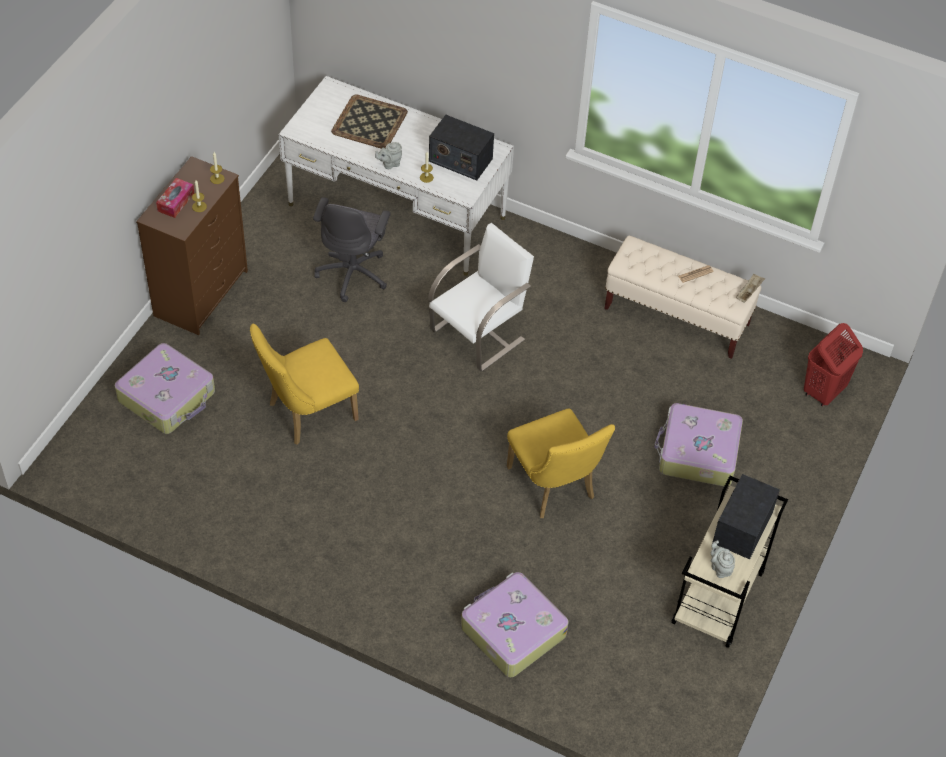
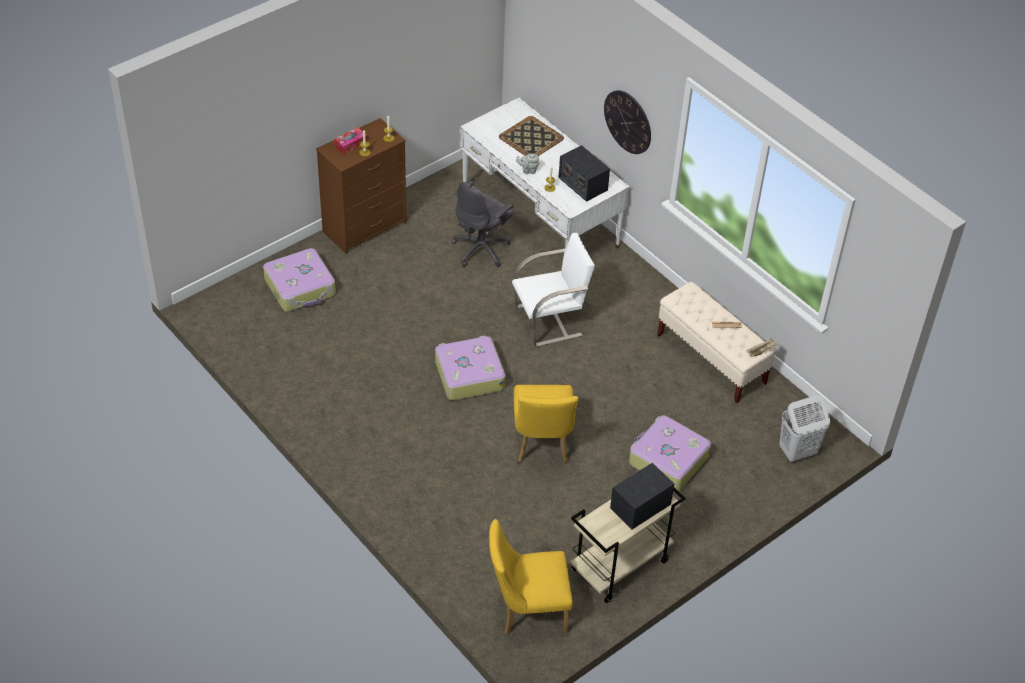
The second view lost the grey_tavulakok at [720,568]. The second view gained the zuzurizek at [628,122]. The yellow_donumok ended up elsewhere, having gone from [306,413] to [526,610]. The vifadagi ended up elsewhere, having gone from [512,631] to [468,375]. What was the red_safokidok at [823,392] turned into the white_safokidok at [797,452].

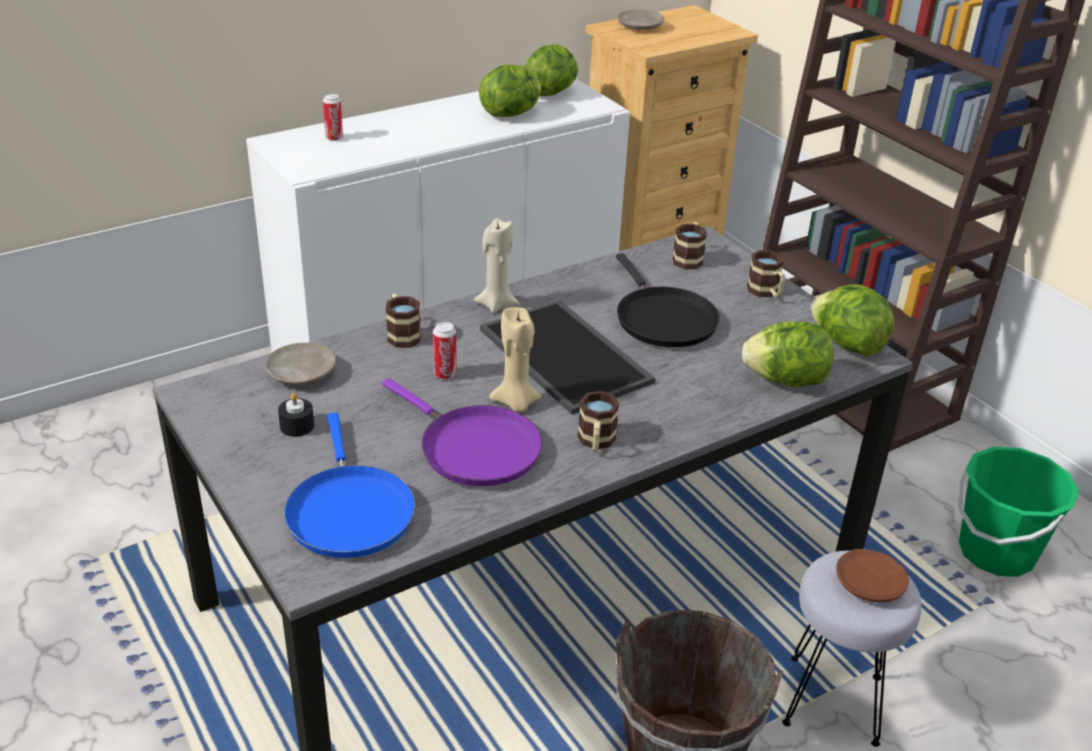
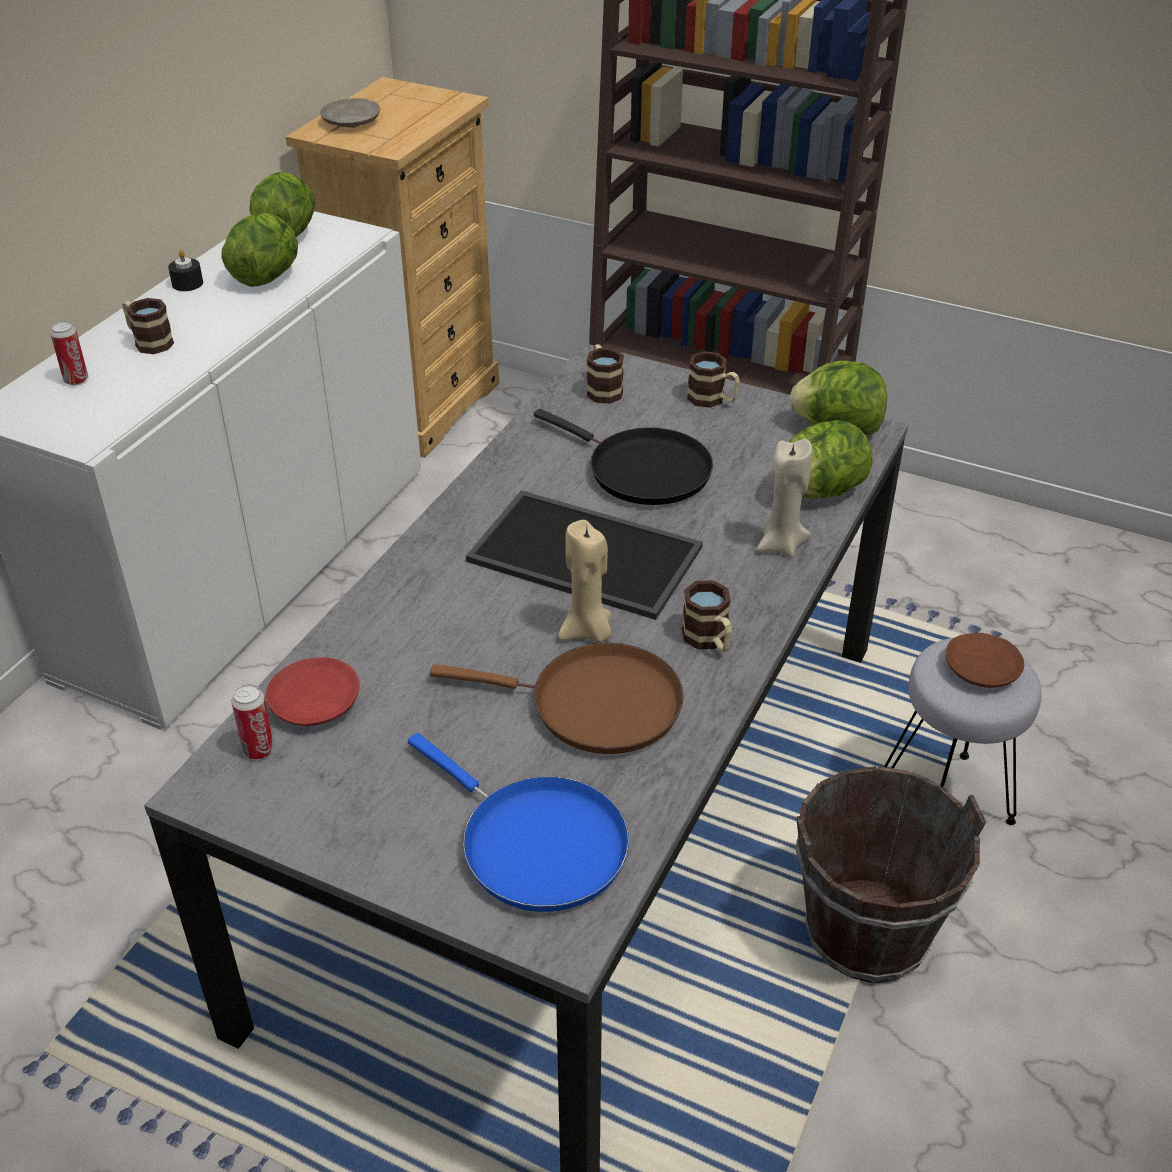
The second view lost the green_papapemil at [996,552]. The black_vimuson ended up elsewhere, having gone from [297,426] to [187,283]. The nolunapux ended up elsewhere, having gone from [401,334] to [149,342]. The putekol ended up elsewhere, having gone from [445,374] to [259,750]. The beige_vimuson ended up elsewhere, having gone from [497,305] to [780,545]. What was the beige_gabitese at [301,374] turned into the red_gabitese at [314,703]. What was the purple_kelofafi at [474,448] turned into the brown_kelofafi at [595,705].

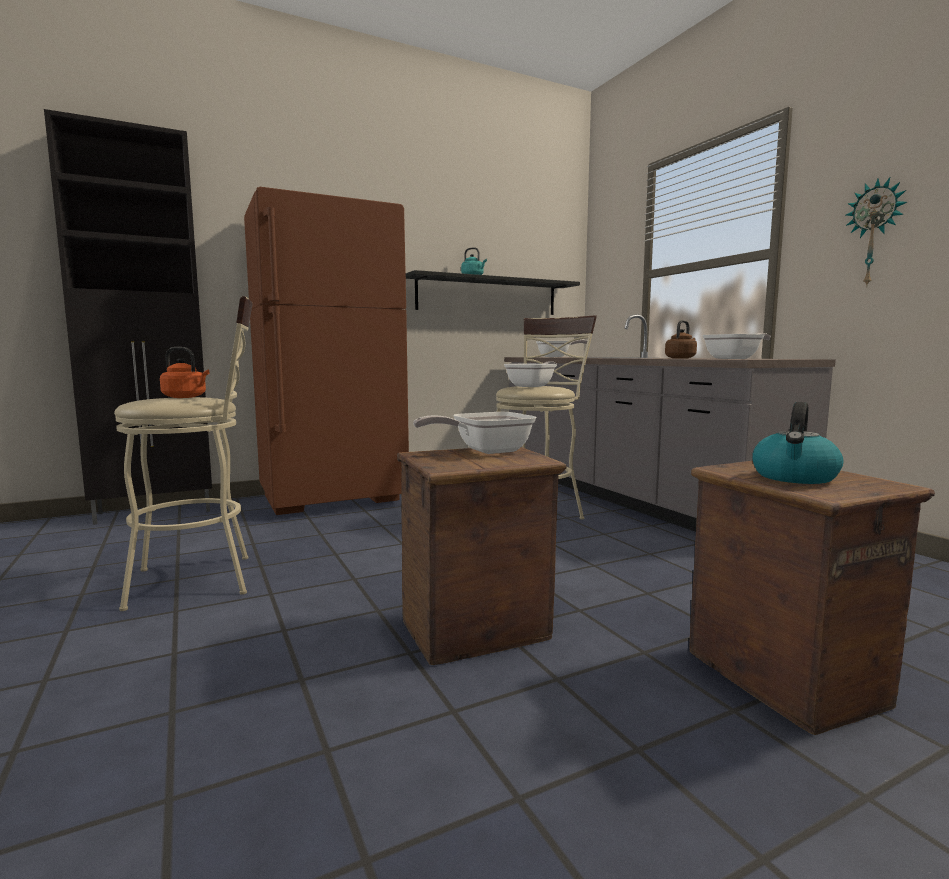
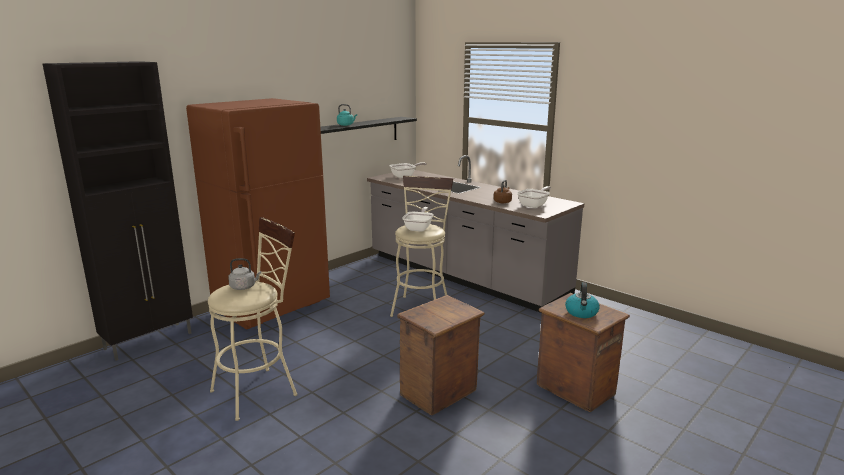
The second view lost the kelofafi at [485,451]. The second view lost the zuzurizek at [874,233]. What was the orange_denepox at [186,397] turned into the grey_denepox at [244,287].

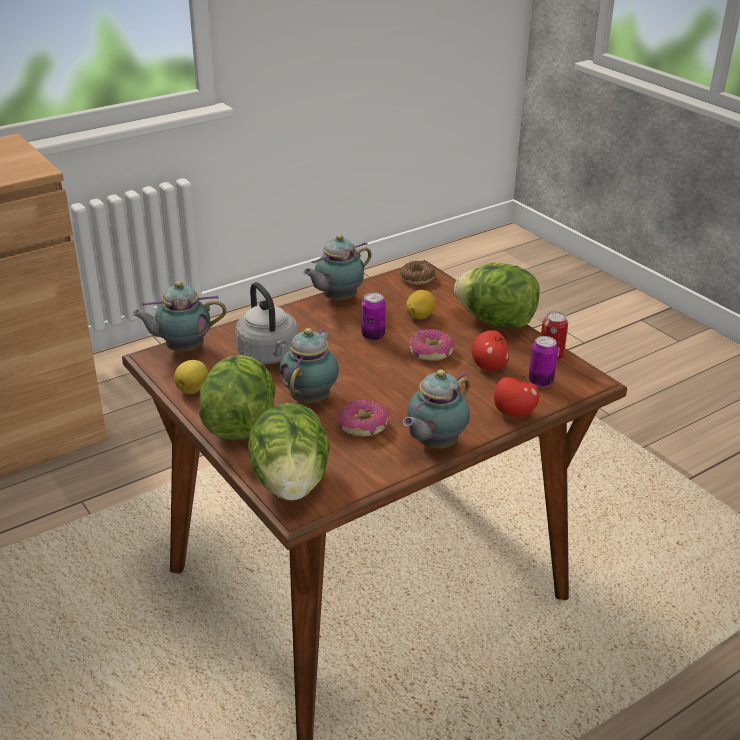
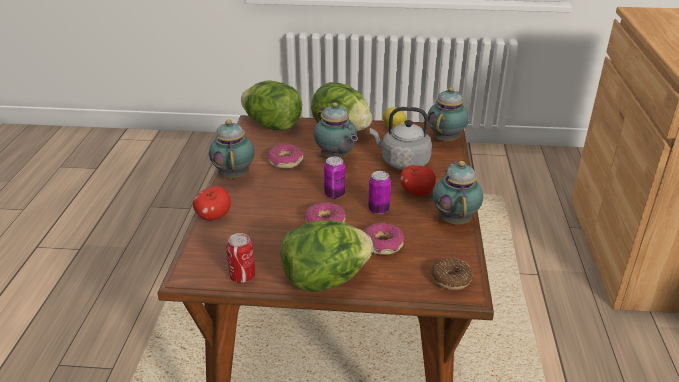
The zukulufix ended up elsewhere, having gone from [489,367] to [417,193]. The putekol ended up elsewhere, having gone from [540,382] to [334,194]. Where the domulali stood at [420,316], the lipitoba came to stand at [382,245].

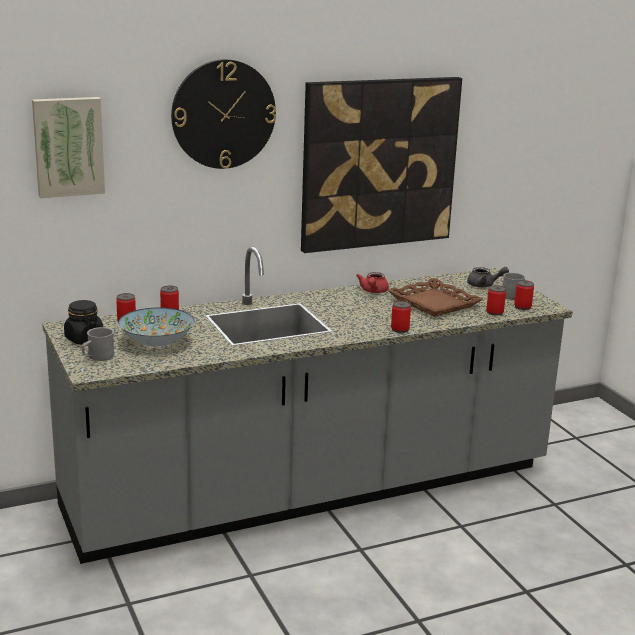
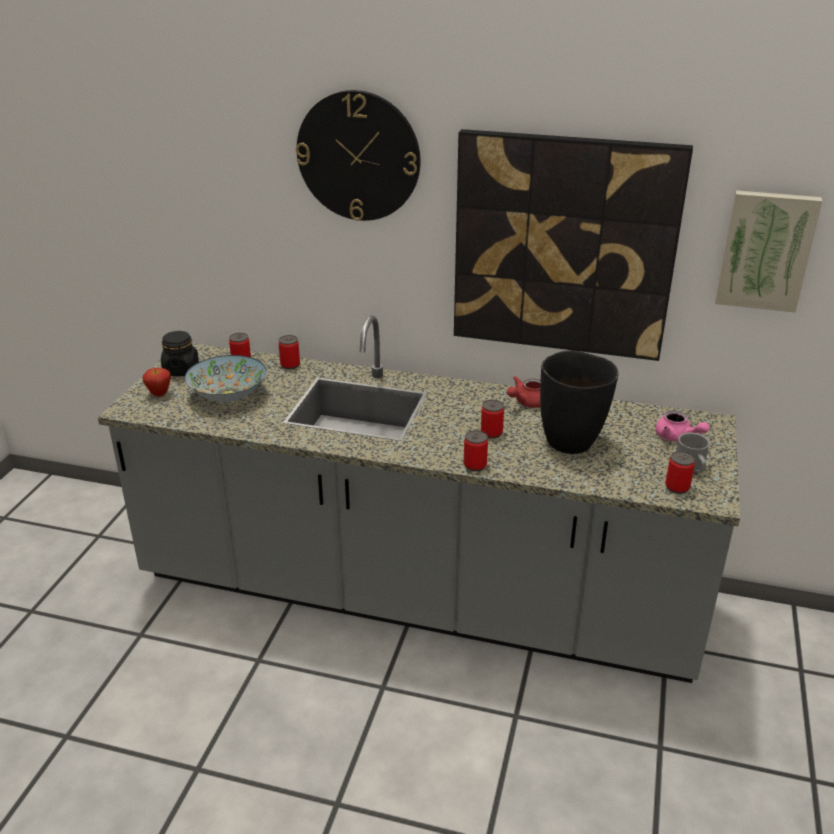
The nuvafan ended up elsewhere, having gone from [68,146] to [765,250]. The putekol ended up elsewhere, having gone from [494,312] to [491,433]. Where the grey_nolunapux stood at [97,357], the zukulufix came to stand at [159,394]. Where the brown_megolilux stood at [433,303], the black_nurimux came to stand at [571,442]. What was the grey_tavulakok at [484,285] turned into the pink_tavulakok at [677,437].

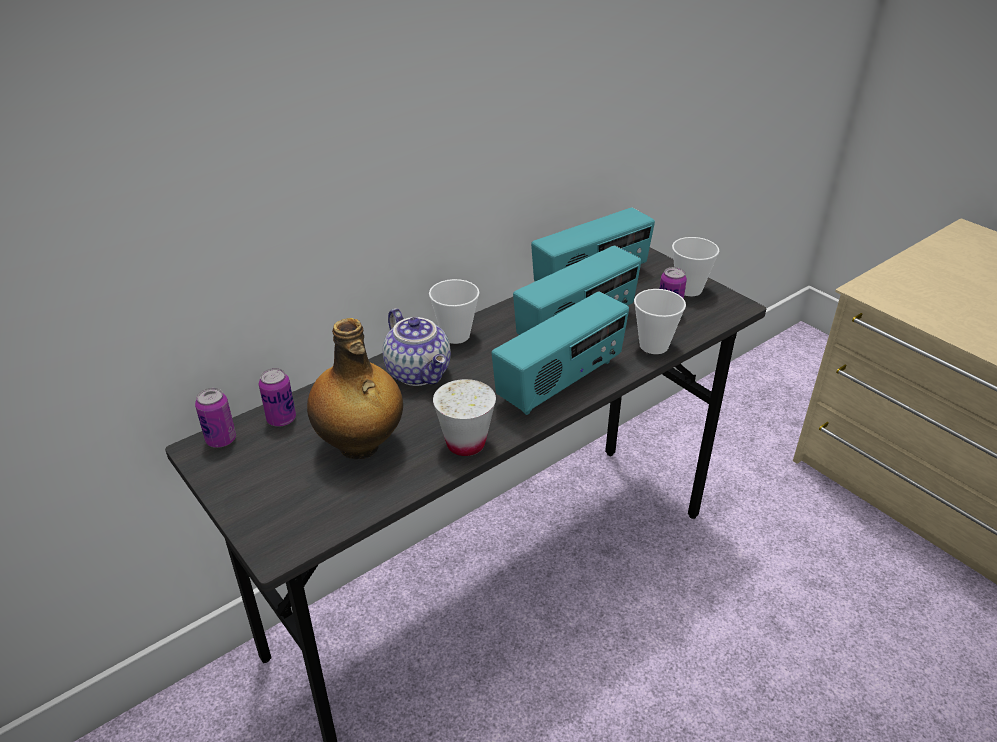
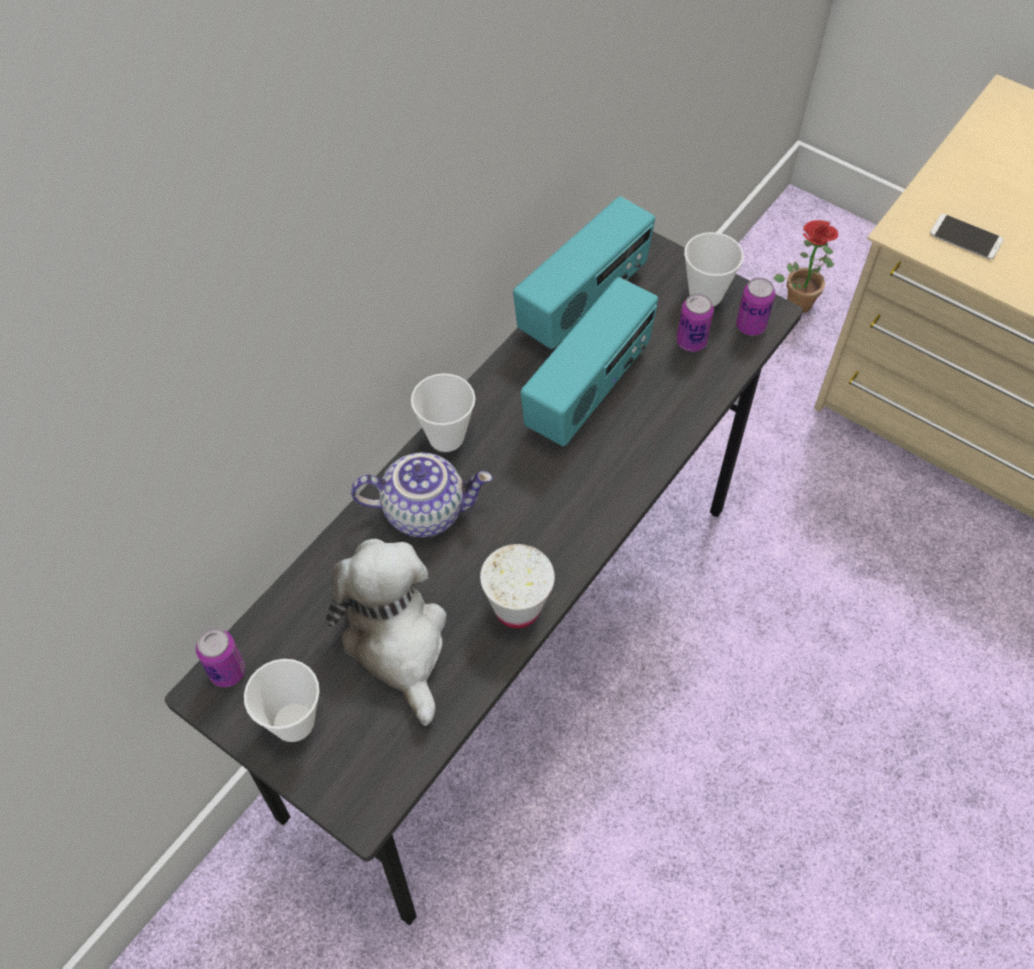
The second view lost the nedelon at [561,382]. The second view gained the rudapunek at [798,299]. The second view gained the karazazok at [965,237]. The putekol ended up elsewhere, having gone from [281,419] to [750,326]. The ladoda ended up elsewhere, having gone from [653,345] to [293,722]. Where the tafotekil stood at [360,446], the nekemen came to stand at [397,641]. The tavulakok at [420,373] ended up facing another way, 45 degrees counterclockwise from before.

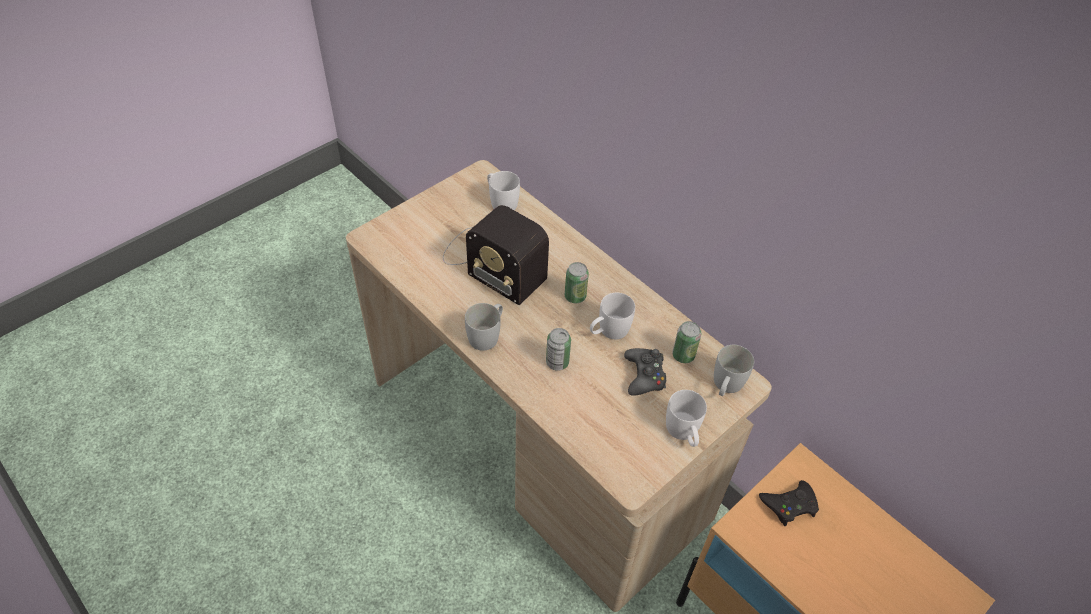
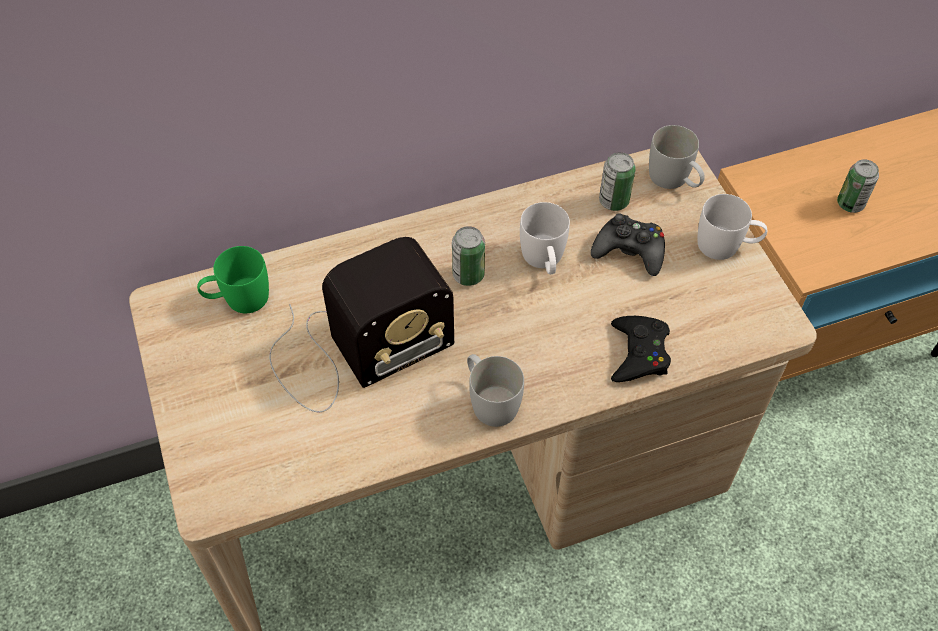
The putekol ended up elsewhere, having gone from [557,362] to [850,204]. The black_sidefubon ended up elsewhere, having gone from [789,505] to [638,353]. What was the white_nolunapux at [501,201] turned into the green_nolunapux at [238,299].

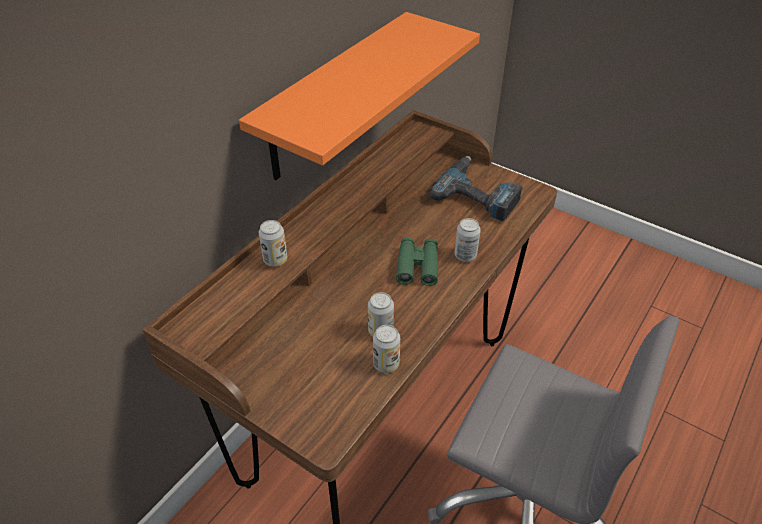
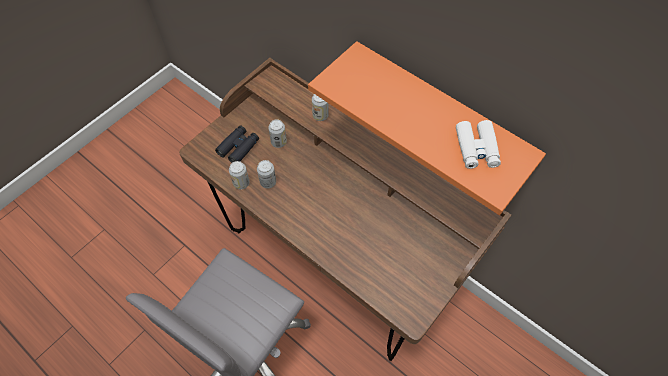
The second view lost the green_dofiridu at [417,266]. The second view lost the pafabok at [478,194]. The second view gained the black_dofiridu at [238,147]. The second view gained the white_dofiridu at [476,149]. The putekol ended up elsewhere, having gone from [465,255] to [279,142].

